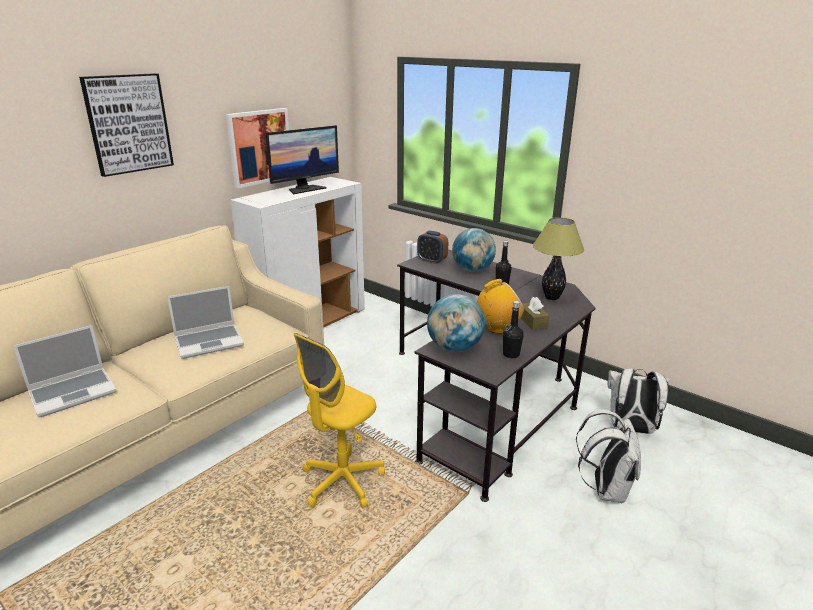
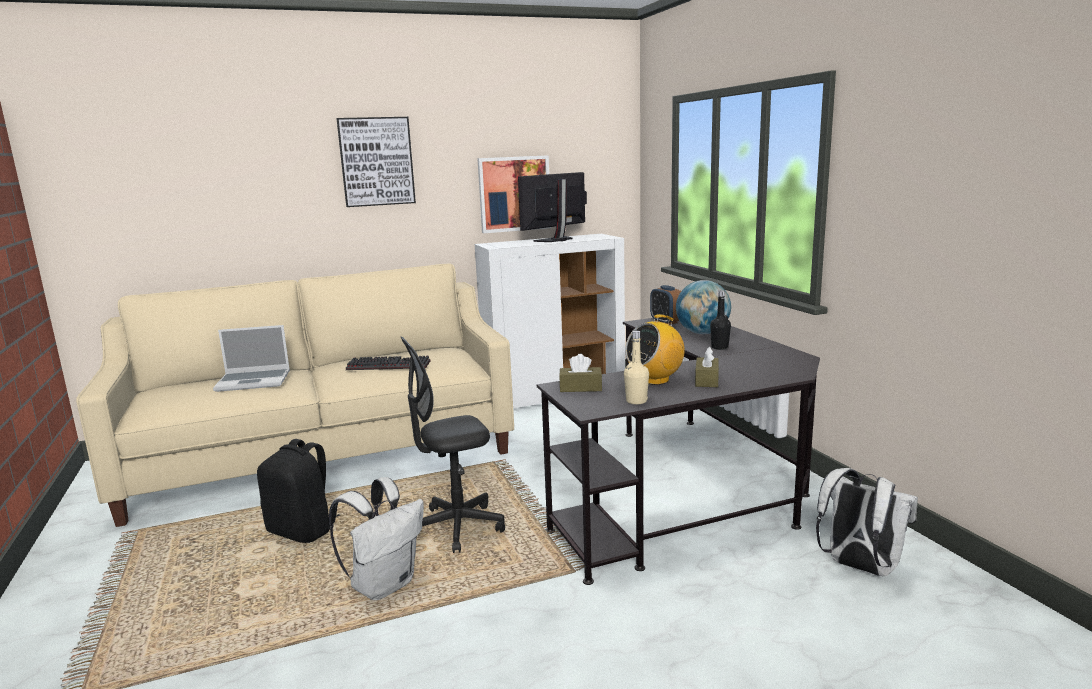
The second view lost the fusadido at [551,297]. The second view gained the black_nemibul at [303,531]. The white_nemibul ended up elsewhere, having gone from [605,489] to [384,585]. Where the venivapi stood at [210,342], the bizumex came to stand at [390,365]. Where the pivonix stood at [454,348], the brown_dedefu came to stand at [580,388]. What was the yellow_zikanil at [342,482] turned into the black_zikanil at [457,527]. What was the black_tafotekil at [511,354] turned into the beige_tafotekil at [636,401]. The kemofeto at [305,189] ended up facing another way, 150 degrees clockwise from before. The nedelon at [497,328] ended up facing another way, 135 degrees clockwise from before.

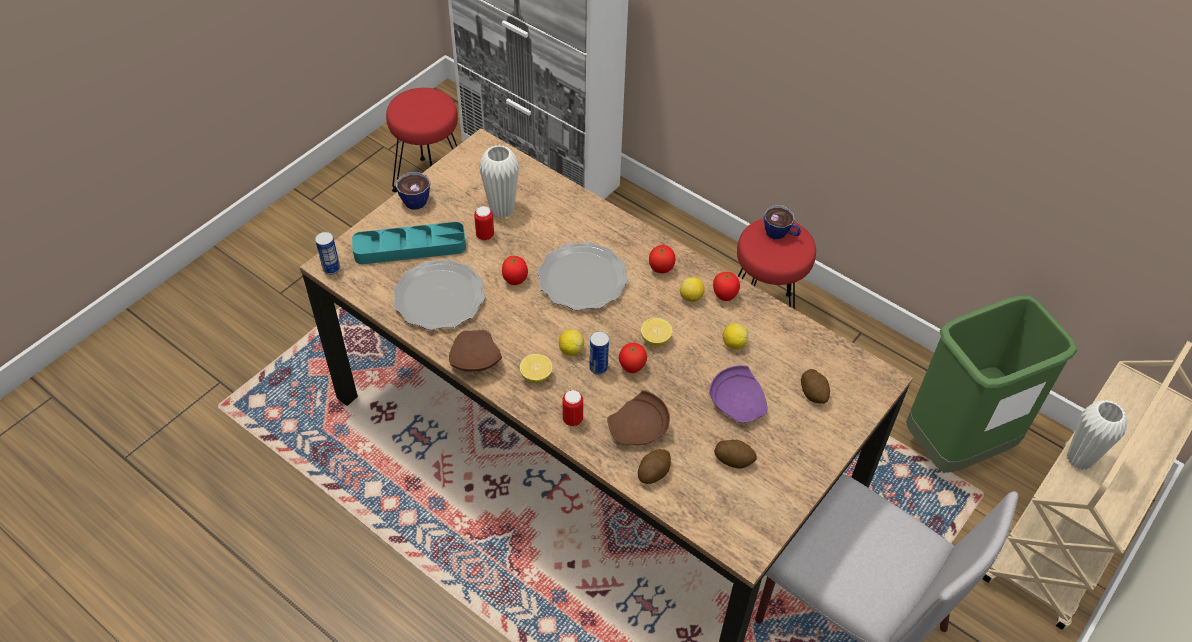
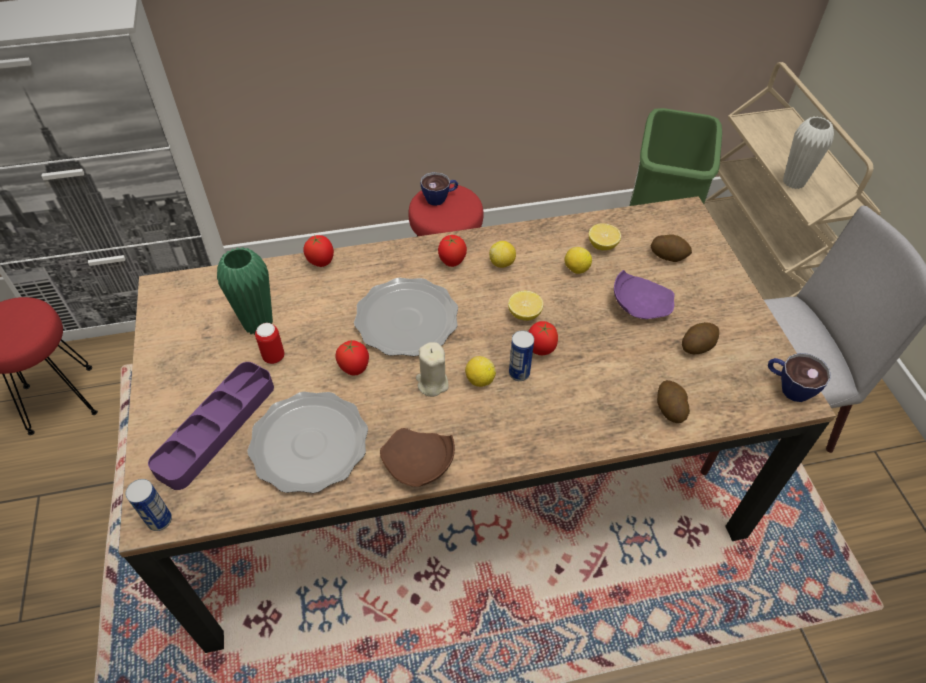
The second view lost the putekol at [572,419]. The second view lost the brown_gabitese at [639,429]. The second view gained the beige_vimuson at [432,383]. The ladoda ended up elsewhere, having gone from [416,198] to [788,387]. The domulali ended up elsewhere, having gone from [536,376] to [602,245]. The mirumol ended up elsewhere, having gone from [724,296] to [321,262]. What was the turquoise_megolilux at [410,247] turned into the purple_megolilux at [216,428]. What was the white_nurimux at [502,210] turned into the green_nurimux at [258,324].

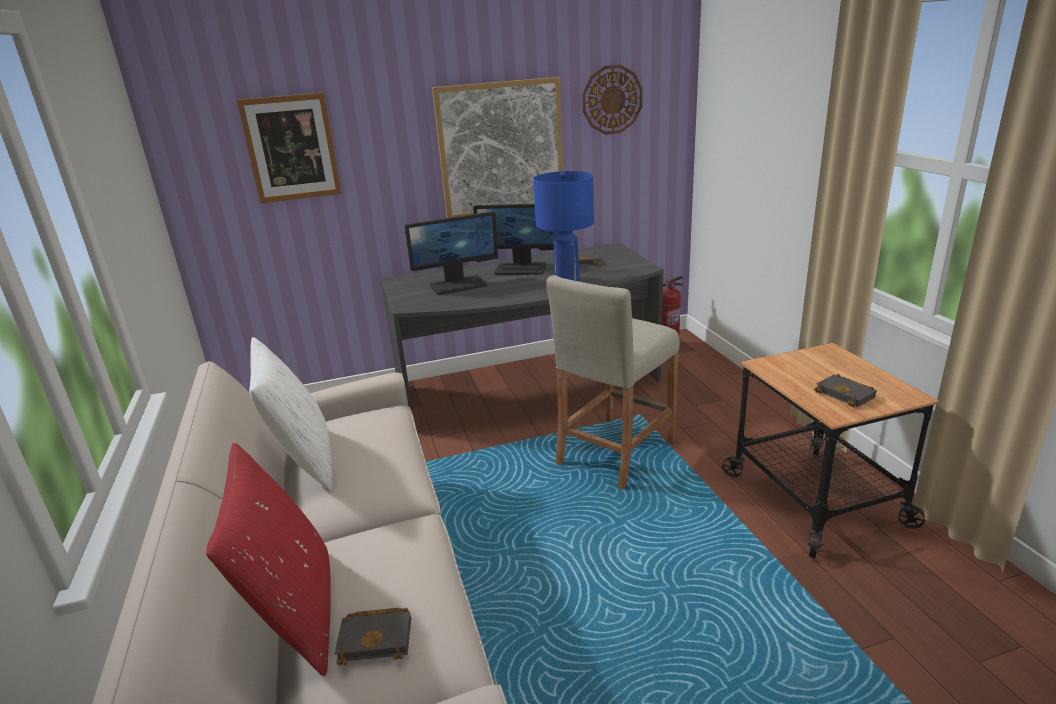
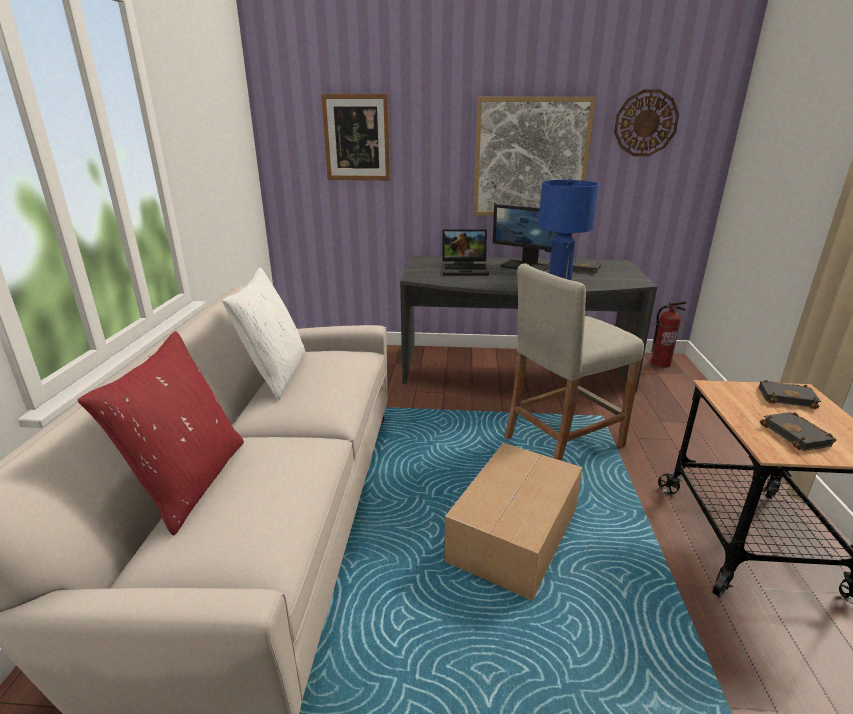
The second view gained the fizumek at [515,534]. The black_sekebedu ended up elsewhere, having gone from [377,638] to [787,397]. Where the kemofeto stood at [458,285], the venivapi came to stand at [465,269].

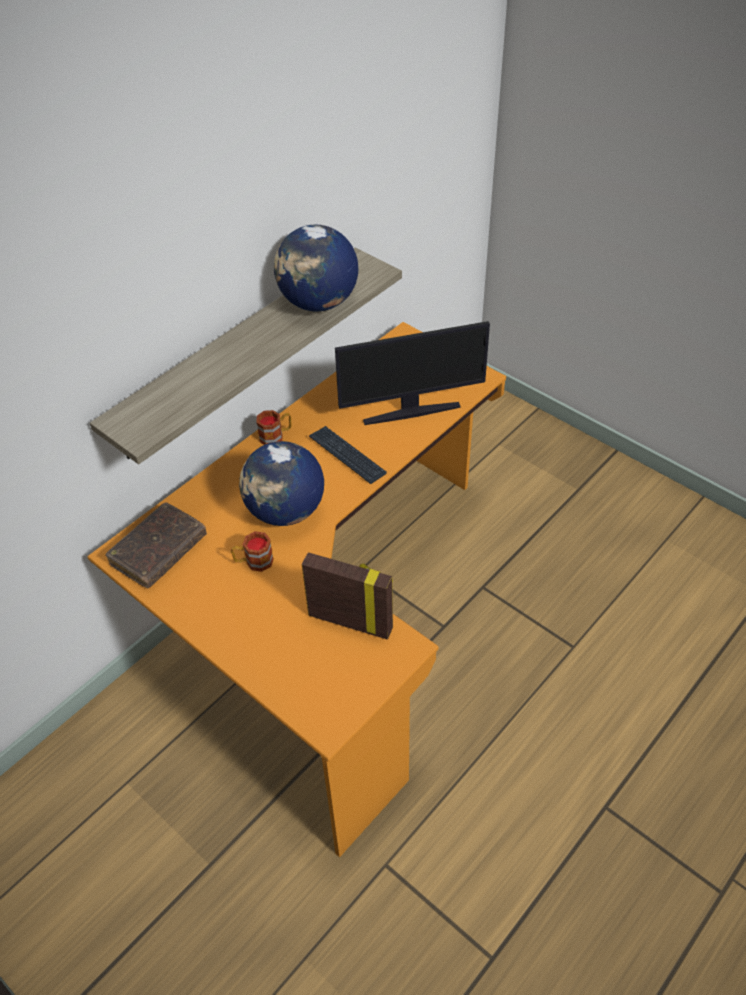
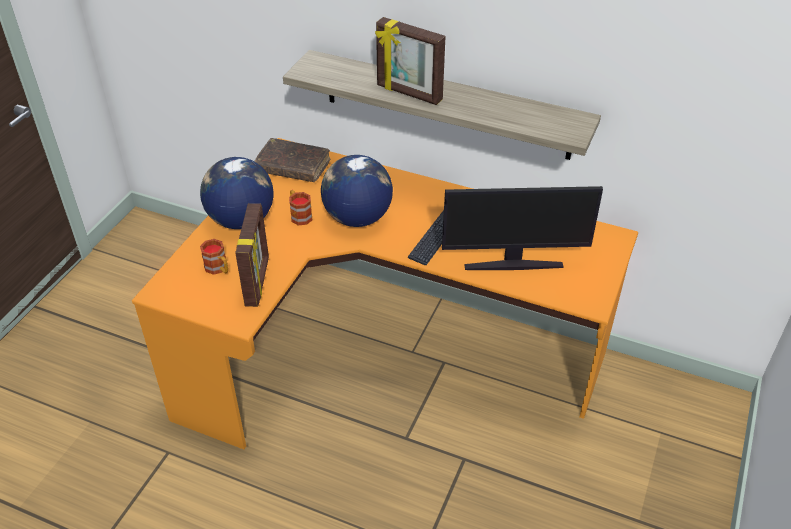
The second view gained the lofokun at [408,93]. The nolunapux ended up elsewhere, having gone from [276,436] to [218,269]. The pivonix ended up elsewhere, having gone from [318,303] to [241,220]. The kemofeto at [411,411] ended up facing another way, 60 degrees counterclockwise from before.

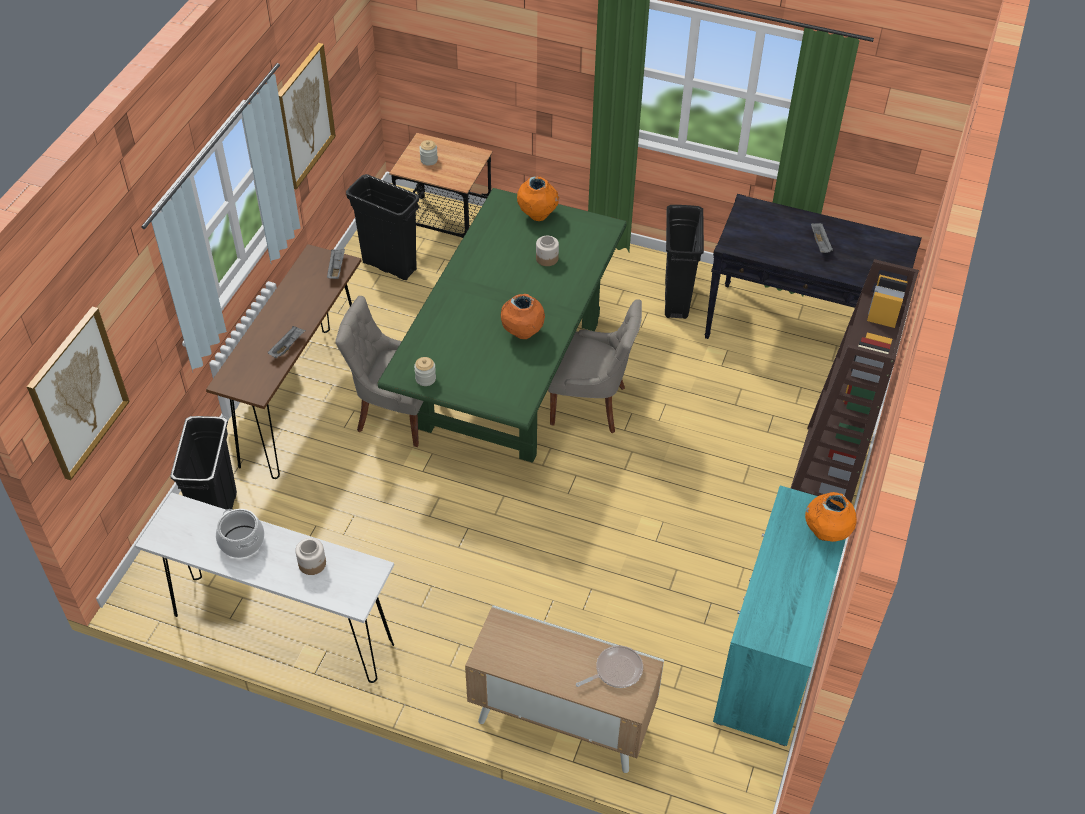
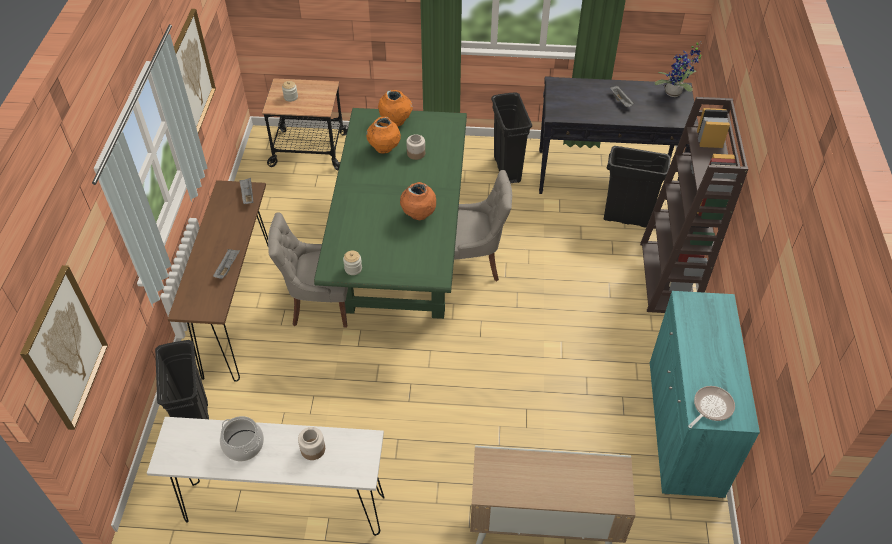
The second view gained the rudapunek at [675,94]. The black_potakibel ended up elsewhere, having gone from [389,265] to [626,218]. The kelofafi ended up elsewhere, having gone from [616,670] to [711,407]. The orange_nurimux ended up elsewhere, having gone from [826,533] to [384,149].

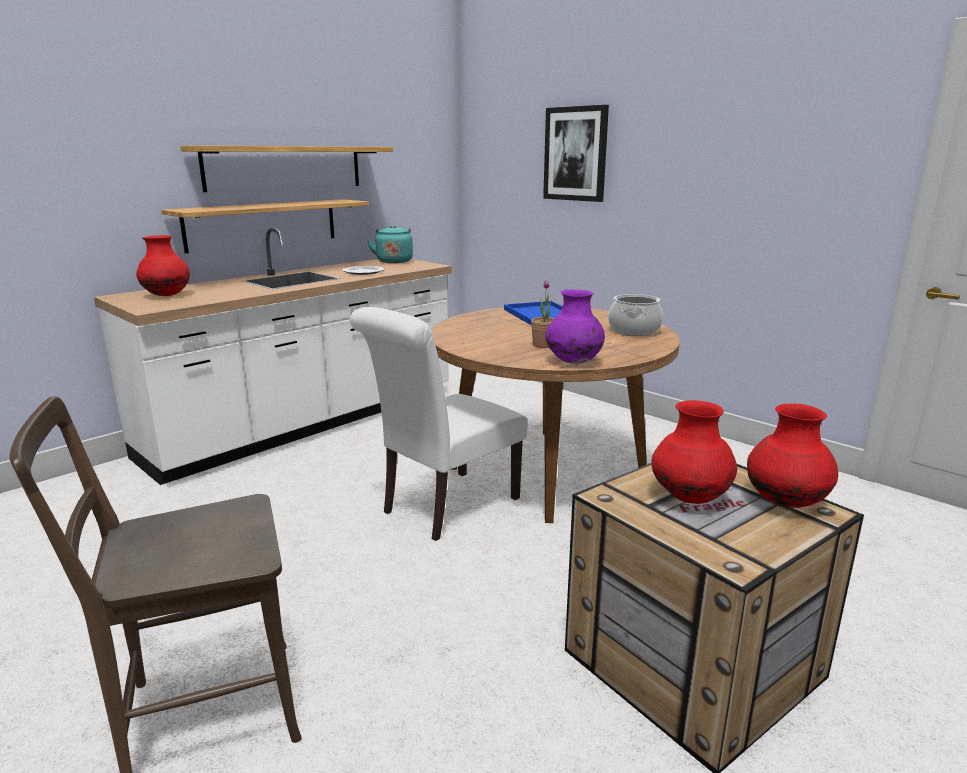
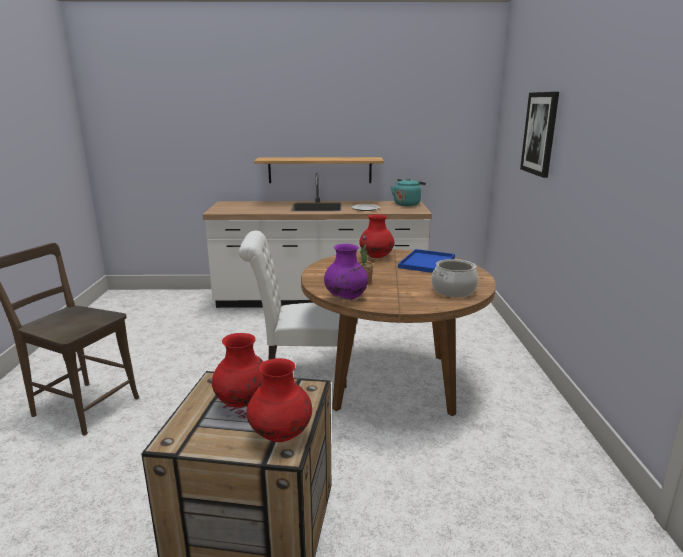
The second view lost the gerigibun at [285,167]. The red_nurimux ended up elsewhere, having gone from [167,295] to [376,257].

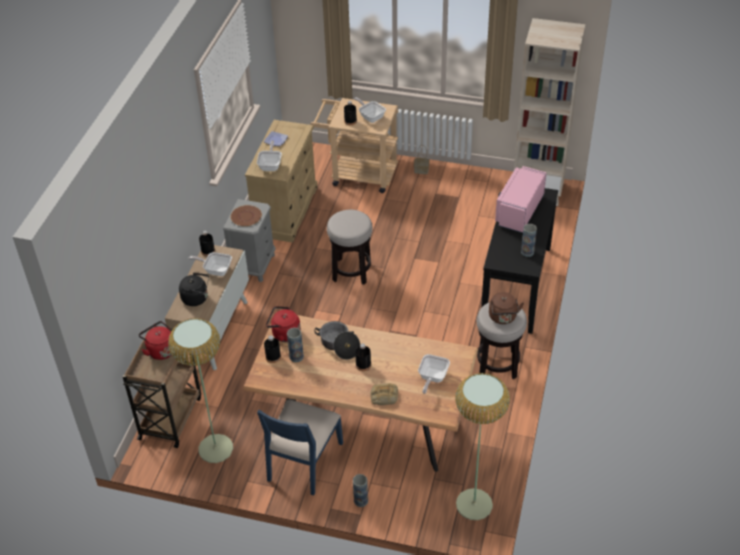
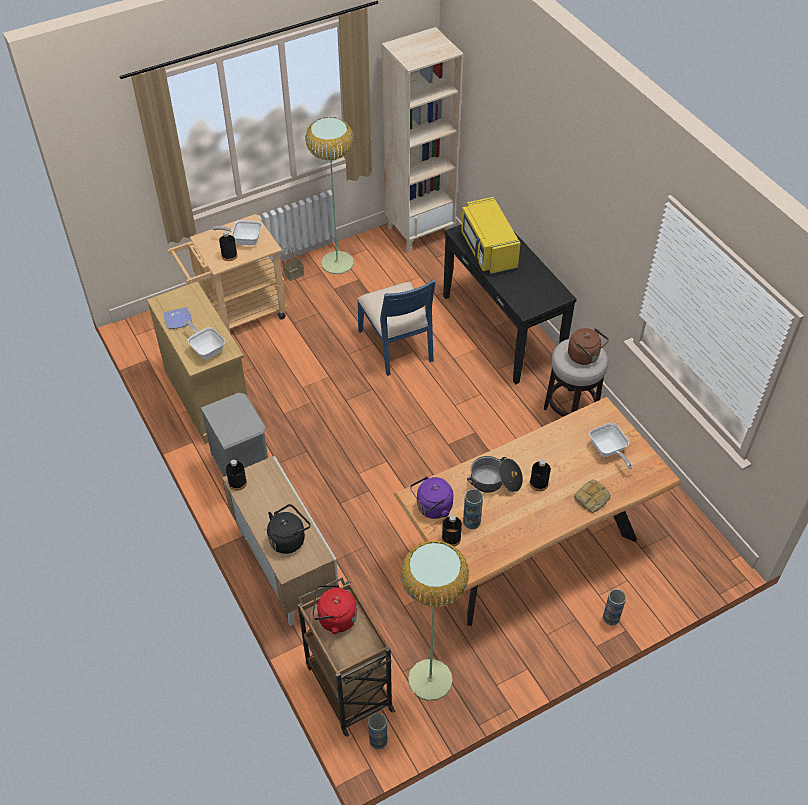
The second view lost the kelofafi at [215,270]. The second view lost the brown_gabitese at [246,216]. The second view lost the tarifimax at [351,271]. The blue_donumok ended up elsewhere, having gone from [303,461] to [397,345]. The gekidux ended up elsewhere, having gone from [474,504] to [337,263]. The nurimux ended up elsewhere, having gone from [527,252] to [378,740]. What was the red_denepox at [284,334] turned into the purple_denepox at [432,508]. What was the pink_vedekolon at [518,211] turned into the yellow_vedekolon at [488,250].

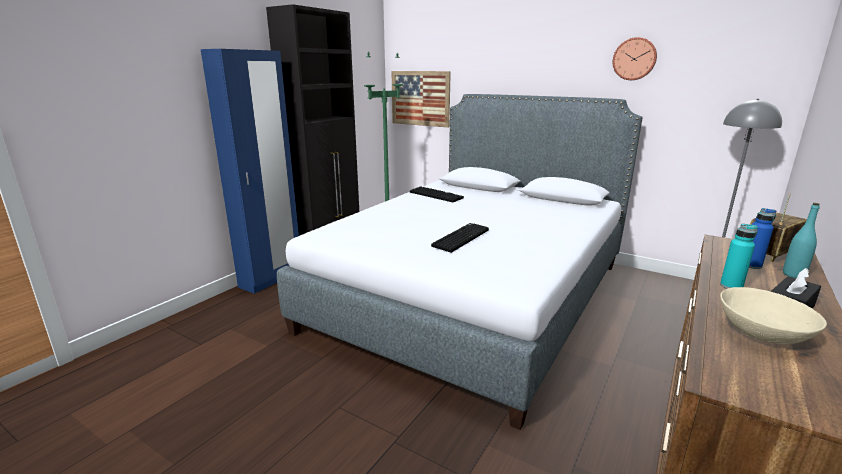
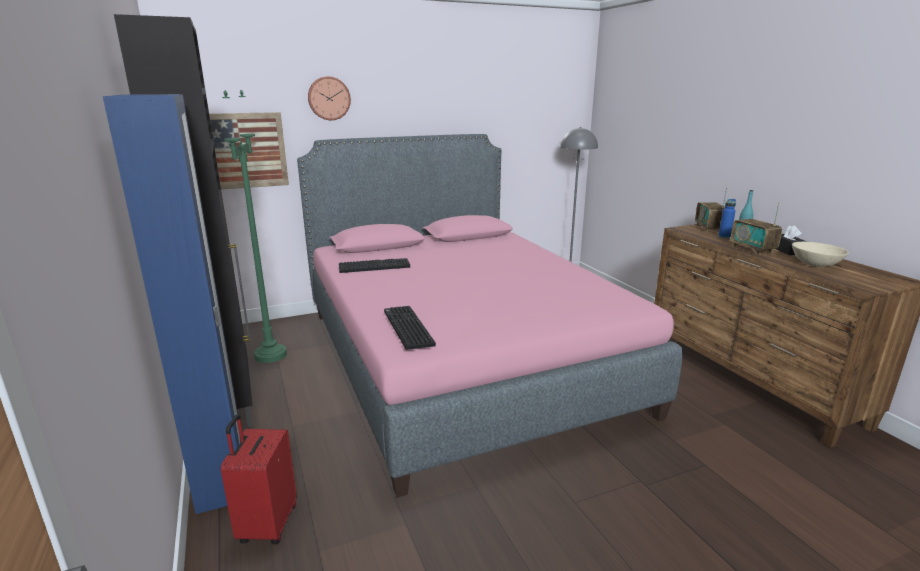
The second view gained the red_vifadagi at [267,525]. The bizumex ended up elsewhere, having gone from [460,238] to [406,328]. The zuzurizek ended up elsewhere, having gone from [634,59] to [329,98]. Where the turquoise_tafotekil stood at [731,286], the nedelon came to stand at [752,249]. What was the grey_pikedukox at [473,295] turned into the pink_pikedukox at [459,358].

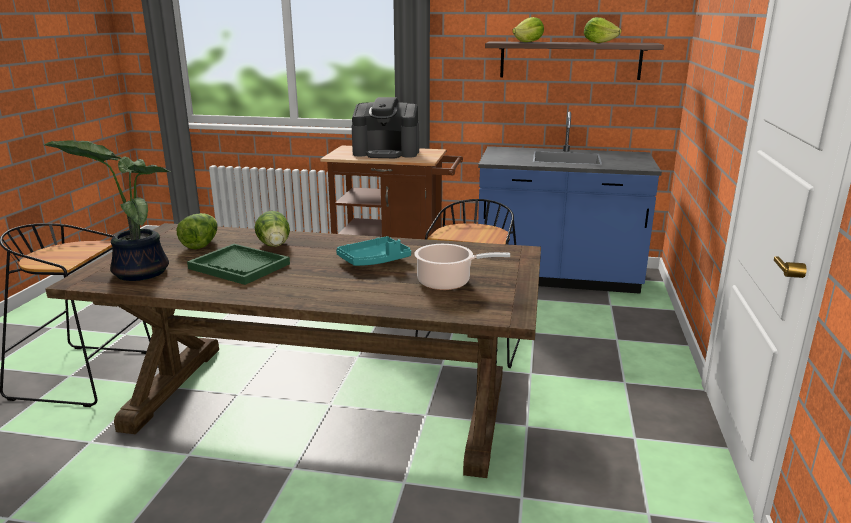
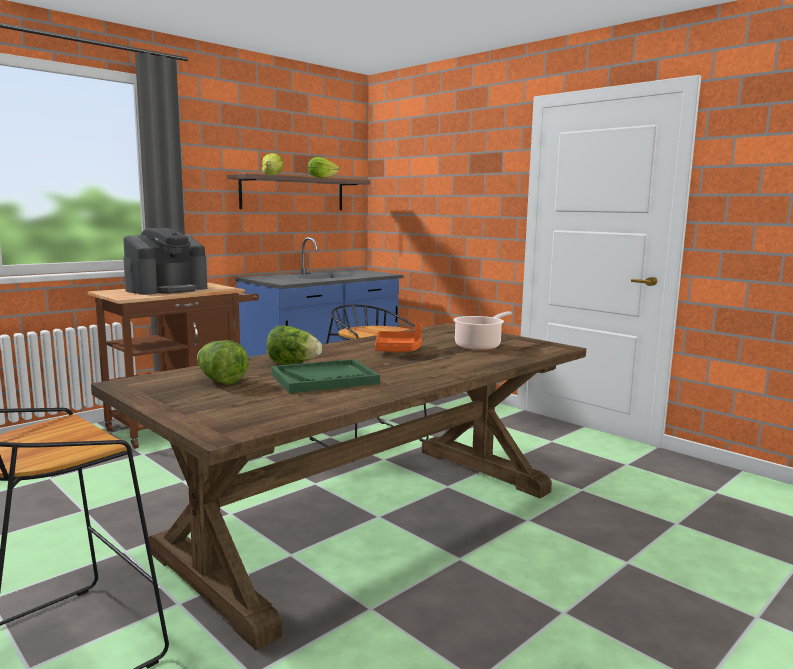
The second view lost the rudapunek at [138,272]. What was the turquoise_megolilux at [374,261] turned into the orange_megolilux at [398,350].

